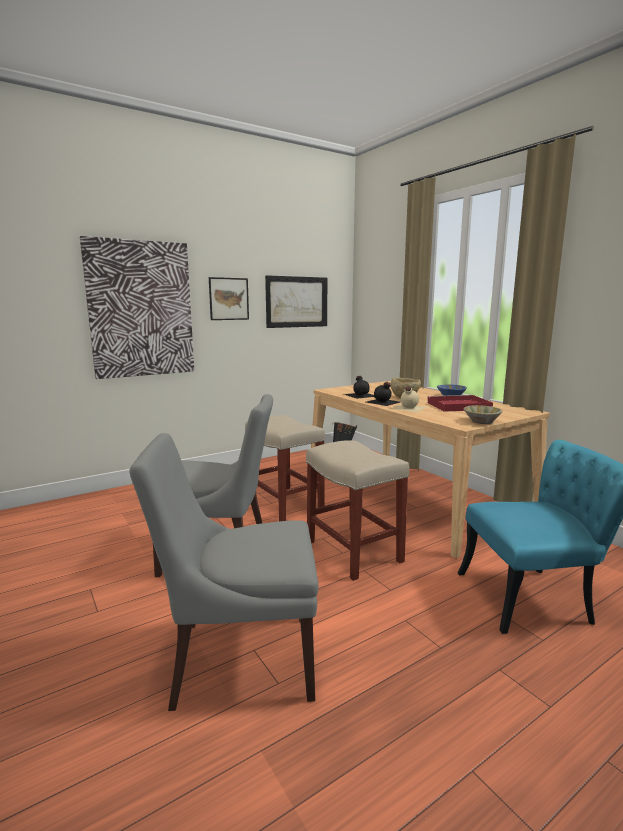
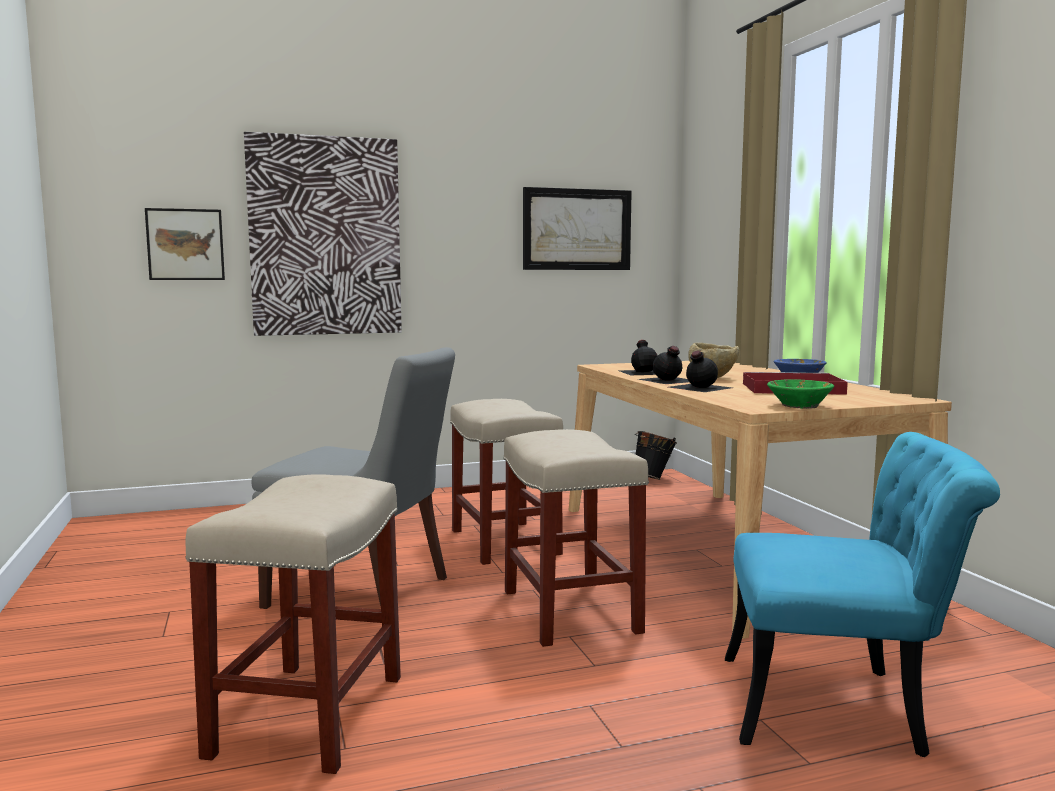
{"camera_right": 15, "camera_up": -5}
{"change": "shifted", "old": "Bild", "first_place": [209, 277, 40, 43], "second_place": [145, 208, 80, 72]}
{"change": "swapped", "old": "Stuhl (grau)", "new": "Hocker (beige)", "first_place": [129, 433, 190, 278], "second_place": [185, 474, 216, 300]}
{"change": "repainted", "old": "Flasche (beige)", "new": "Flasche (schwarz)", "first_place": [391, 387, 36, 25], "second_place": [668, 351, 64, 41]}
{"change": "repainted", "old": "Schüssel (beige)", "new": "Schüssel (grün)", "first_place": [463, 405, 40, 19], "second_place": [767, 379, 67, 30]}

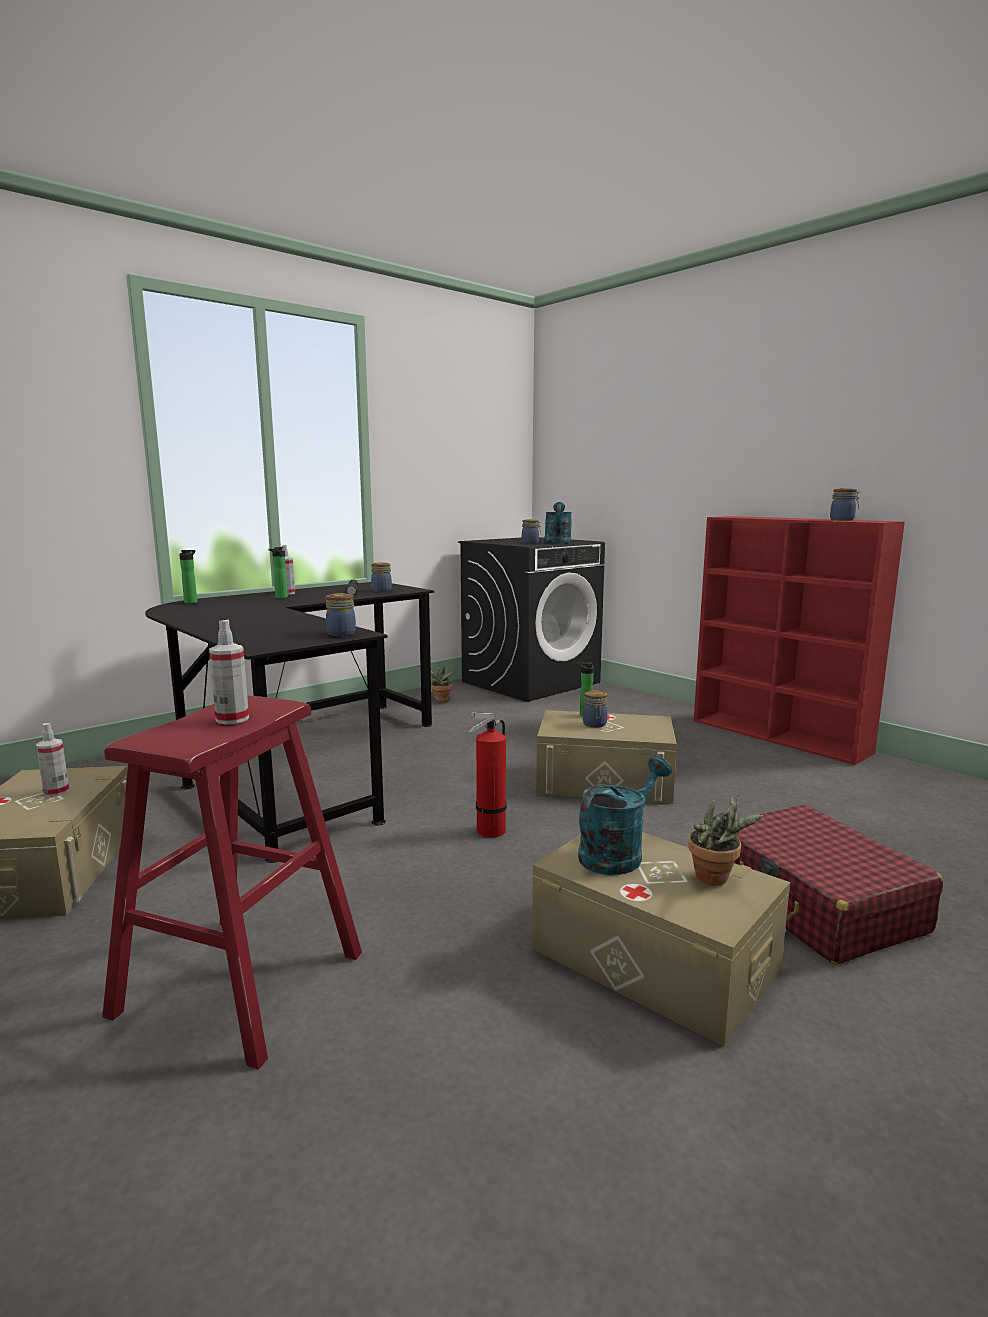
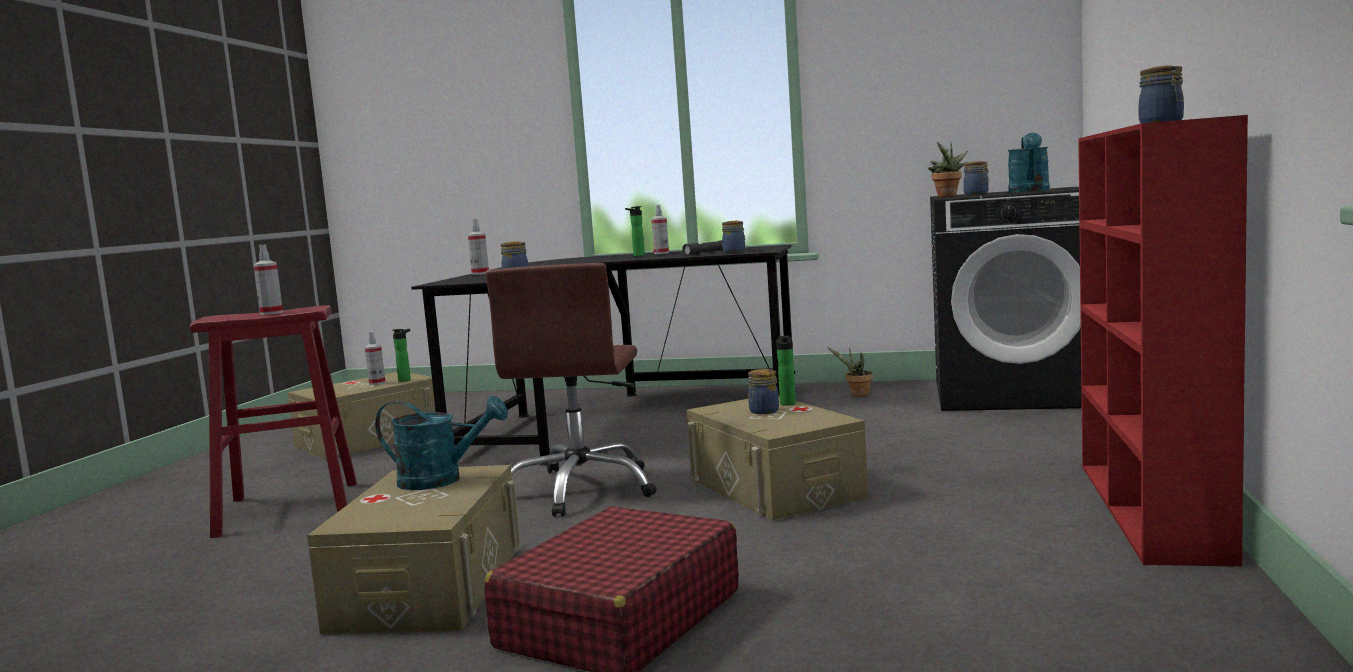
{"camera_right": 55, "camera_up": -5}
{"change": "new", "new": "Sprühflasche", "second_place": [468, 219, 21, 56]}
{"change": "shifted", "old": "Flasche", "first_place": [179, 550, 18, 54], "second_place": [392, 329, 19, 53]}
{"change": "shifted", "old": "Topfpflanze", "first_place": [688, 794, 75, 92], "second_place": [928, 142, 40, 55]}
{"change": "swapped", "old": "Feuerlöscher", "new": "Bürostuhl (braun)", "first_place": [469, 712, 38, 126], "second_place": [486, 263, 171, 254]}
{"change": "rotated", "old": "Gießkanne (türkis)", "first_place": [544, 502, 28, 42], "second_place": [1008, 133, 42, 60], "degrees": 135}

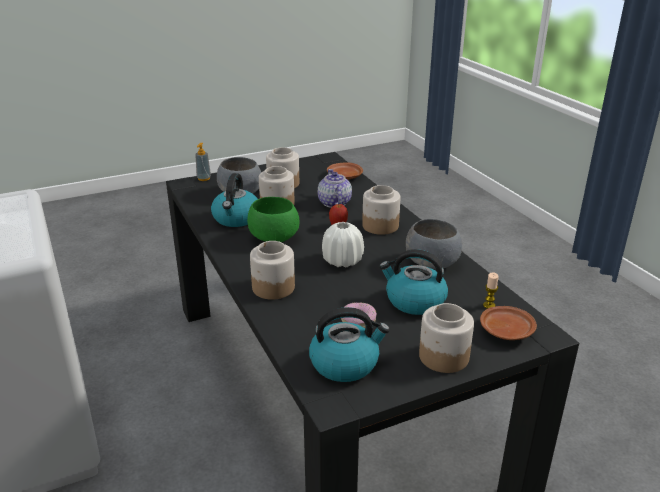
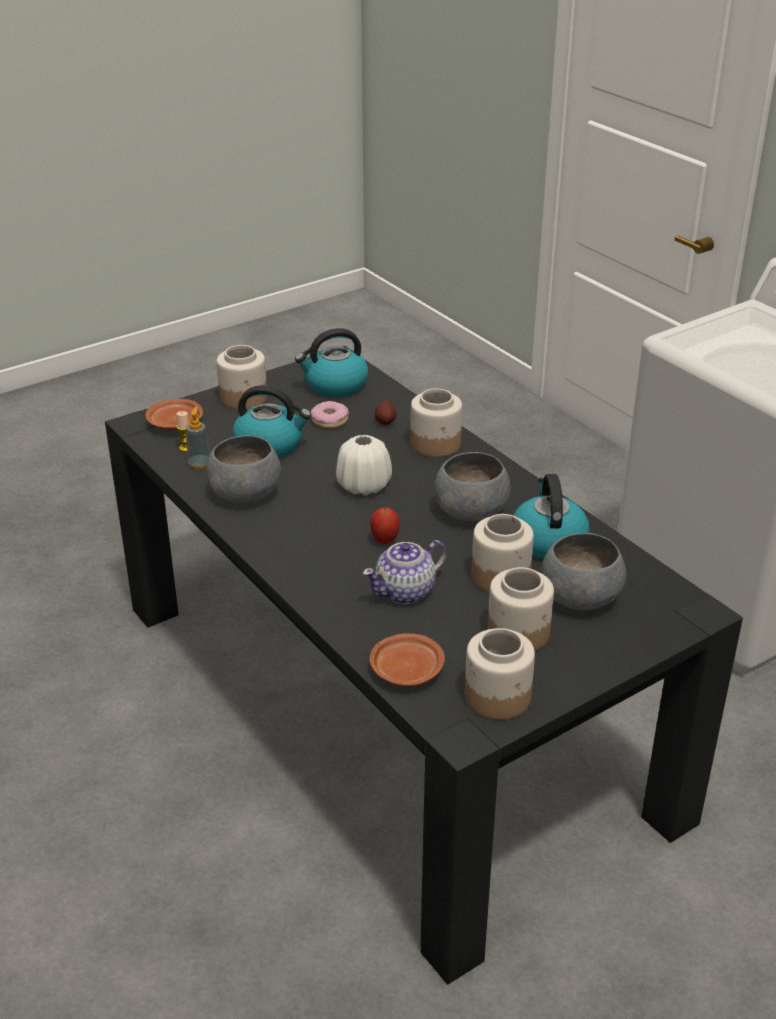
{"camera_right": 170, "camera_up": 5}
{"change": "new", "new": "Kartoffel", "second_place": [375, 400, 22, 25]}
{"change": "shifted", "old": "Seifenspender", "first_place": [195, 143, 16, 38], "second_place": [186, 406, 24, 63]}
{"change": "shifted", "old": "Vorratsglas", "first_place": [362, 185, 38, 50], "second_place": [465, 628, 70, 92]}
{"change": "repainted", "old": "Schüssel (grün)", "new": "Schüssel (grau)", "first_place": [247, 197, 52, 45], "second_place": [435, 452, 76, 70]}
{"change": "rotated", "old": "Teekanne", "first_place": [318, 169, 34, 39], "second_place": [363, 540, 84, 64], "degrees": 75}

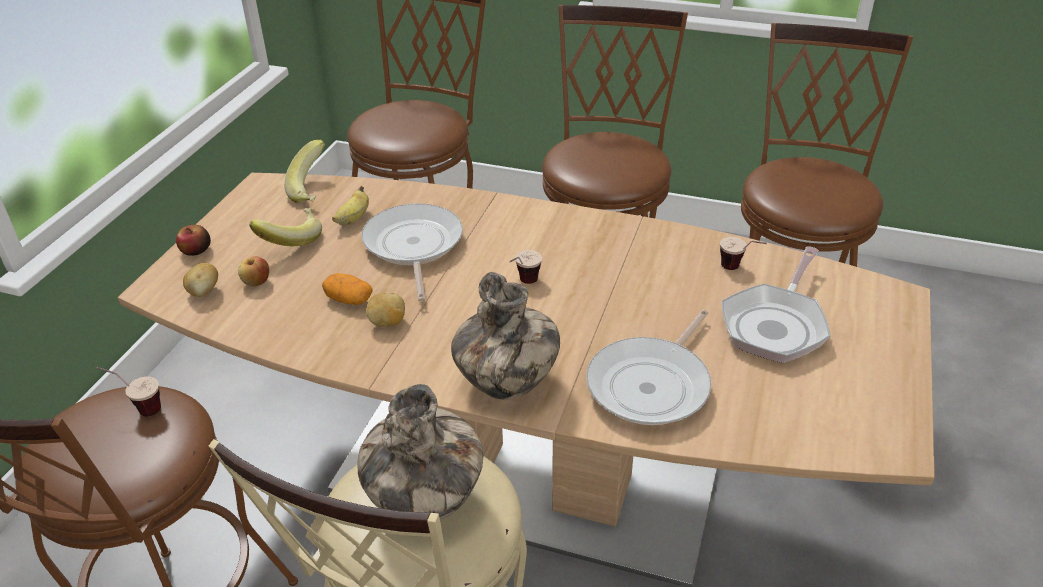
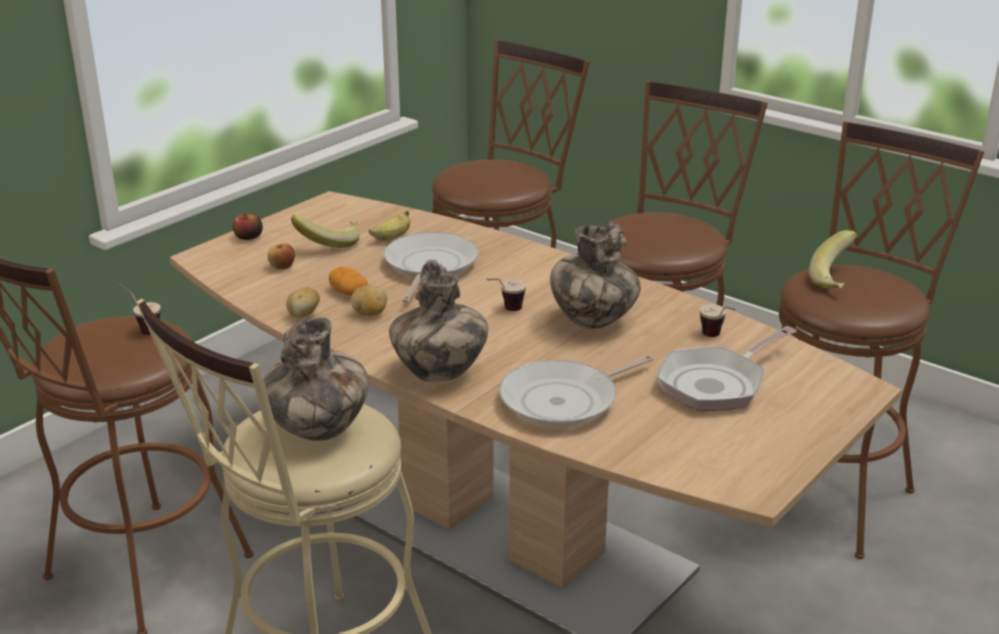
{"camera_right": 20, "camera_up": -10}
{"change": "new", "new": "Vase", "second_place": [550, 219, 91, 110]}
{"change": "shifted", "old": "Kartoffel", "first_place": [183, 263, 35, 34], "second_place": [286, 287, 34, 31]}
{"change": "shifted", "old": "Banane", "first_place": [285, 140, 40, 63], "second_place": [809, 230, 48, 59]}

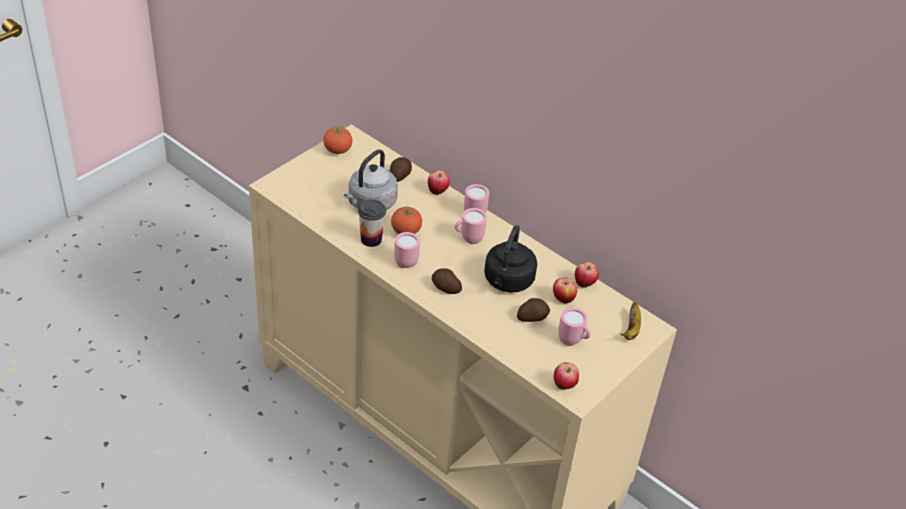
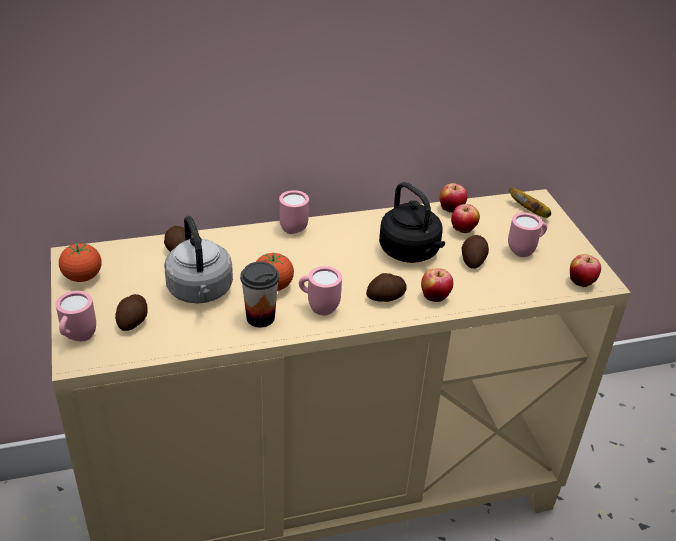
{"camera_right": -55, "camera_up": -5}
{"change": "new", "new": "Kartoffel", "second_place": [115, 294, 33, 37]}
{"change": "shifted", "old": "Apfel", "first_place": [428, 170, 22, 25], "second_place": [421, 268, 32, 34]}
{"change": "shifted", "old": "Henkelbecher (rosa)", "first_place": [455, 208, 32, 36], "second_place": [56, 291, 40, 50]}

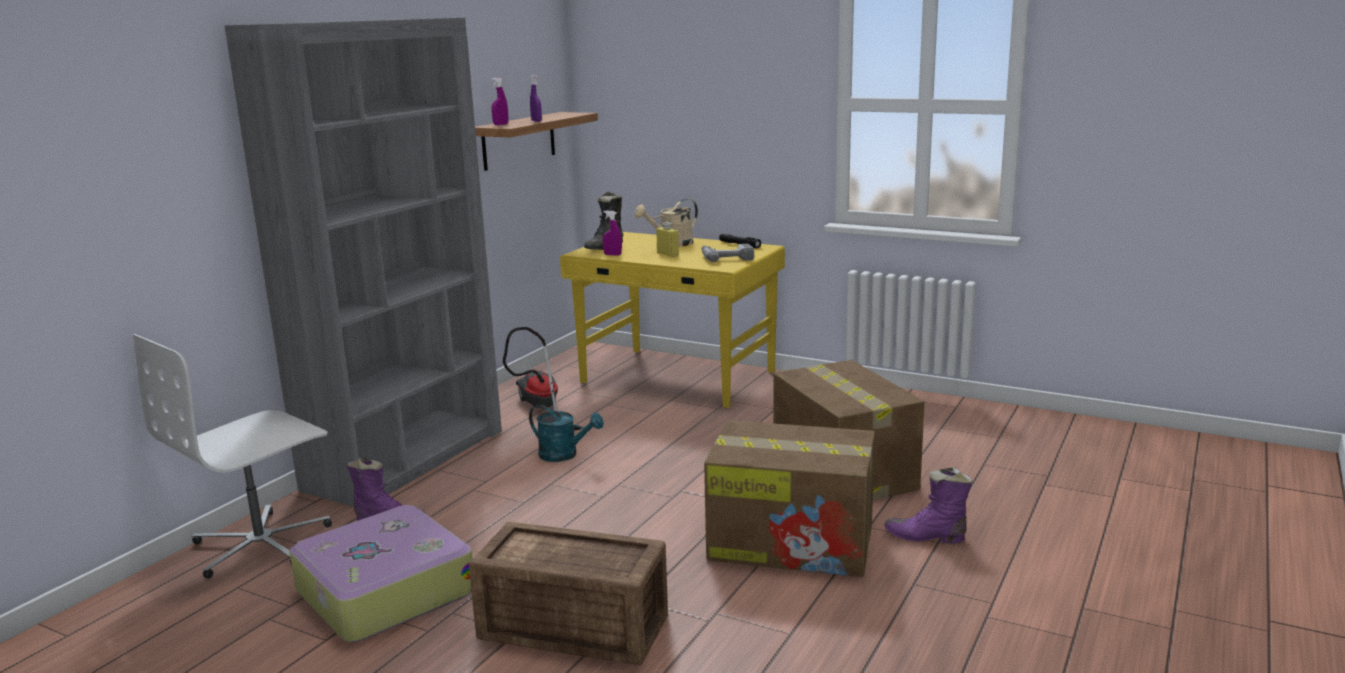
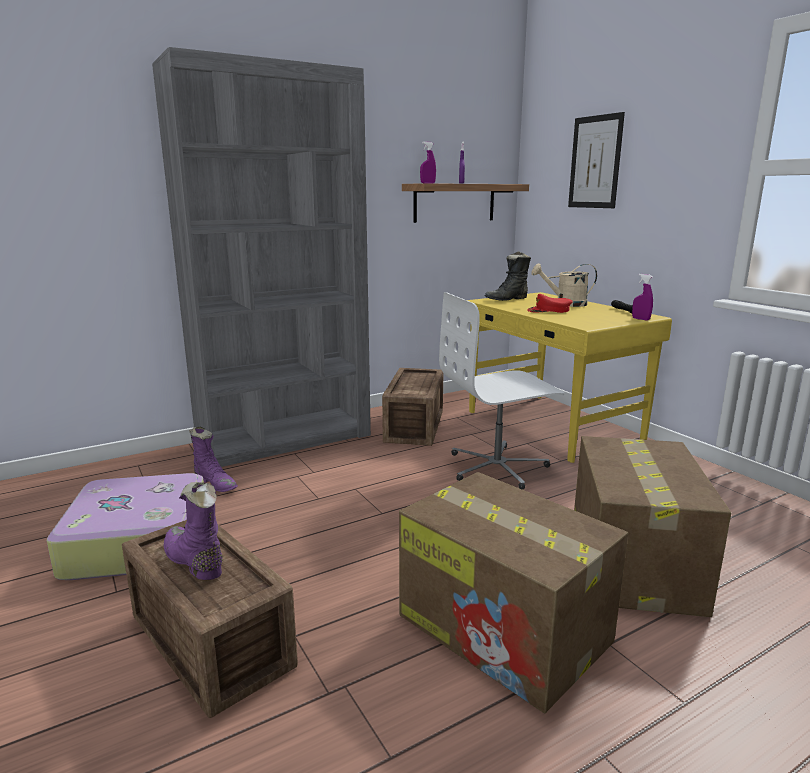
{"camera_right": 30, "camera_up": 0}
{"change": "gone", "old": "Gießkanne (türkis)", "first_place": [529, 404, 75, 58]}
{"change": "gone", "old": "Bohrmaschine", "first_place": [701, 243, 53, 19]}
{"change": "new", "new": "Bild", "second_place": [568, 112, 57, 96]}
{"change": "shifted", "old": "Bürostuhl (weiß)", "first_place": [133, 334, 199, 245], "second_place": [439, 292, 125, 198]}
{"change": "shifted", "old": "Sprühflasche (lila)", "first_place": [602, 211, 20, 45], "second_place": [632, 274, 21, 47]}
{"change": "shifted", "old": "Stiefel (lila)", "first_place": [884, 467, 88, 77], "second_place": [164, 482, 59, 98]}
{"change": "swapped", "old": "Staubsauger", "new": "Kiste", "first_place": [503, 327, 78, 104], "second_place": [382, 368, 62, 78]}
{"change": "swapped", "old": "Flasche (gelb)", "new": "Kappe (rot)", "first_place": [656, 222, 23, 35], "second_place": [527, 294, 45, 19]}

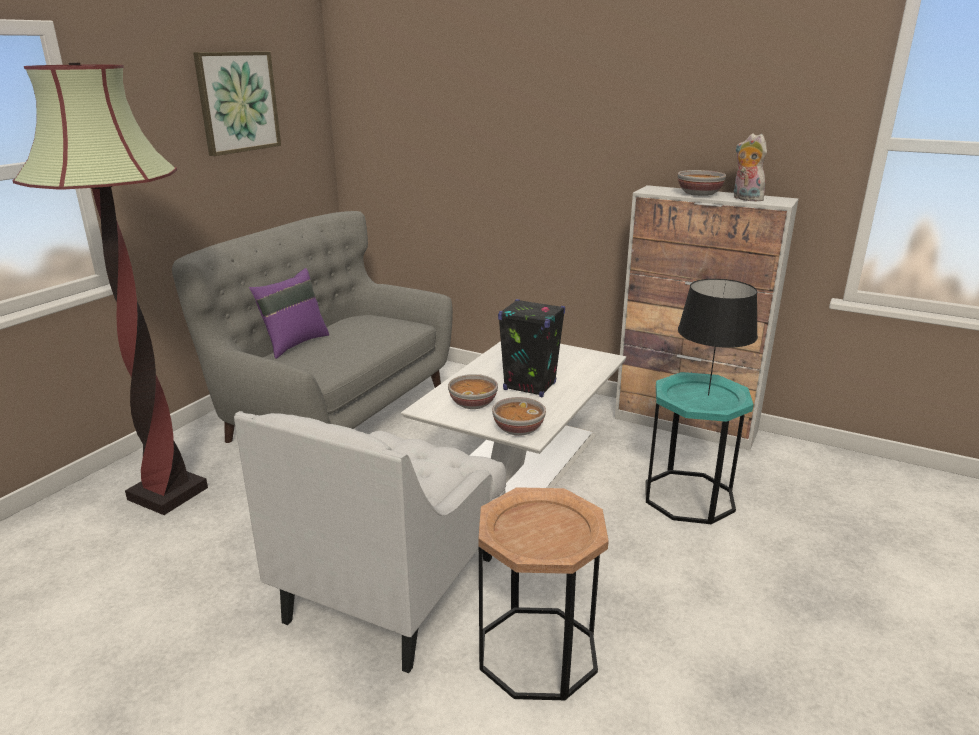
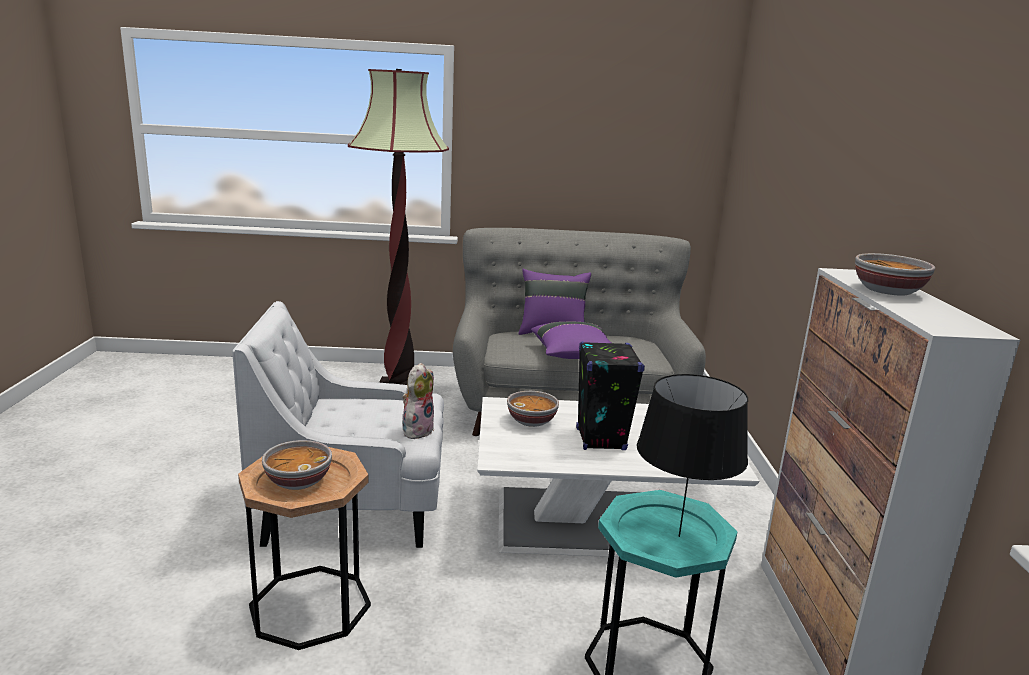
{"camera_right": 60, "camera_up": -5}
{"change": "gone", "old": "Bild", "first_place": [193, 51, 88, 105]}
{"change": "new", "new": "Kissen (lila)", "second_place": [531, 322, 80, 37]}
{"change": "shifted", "old": "Schüssel", "first_place": [492, 397, 54, 39], "second_place": [262, 440, 70, 50]}
{"change": "shifted", "old": "Plüschtier", "first_place": [734, 134, 33, 67], "second_place": [402, 363, 33, 76]}

